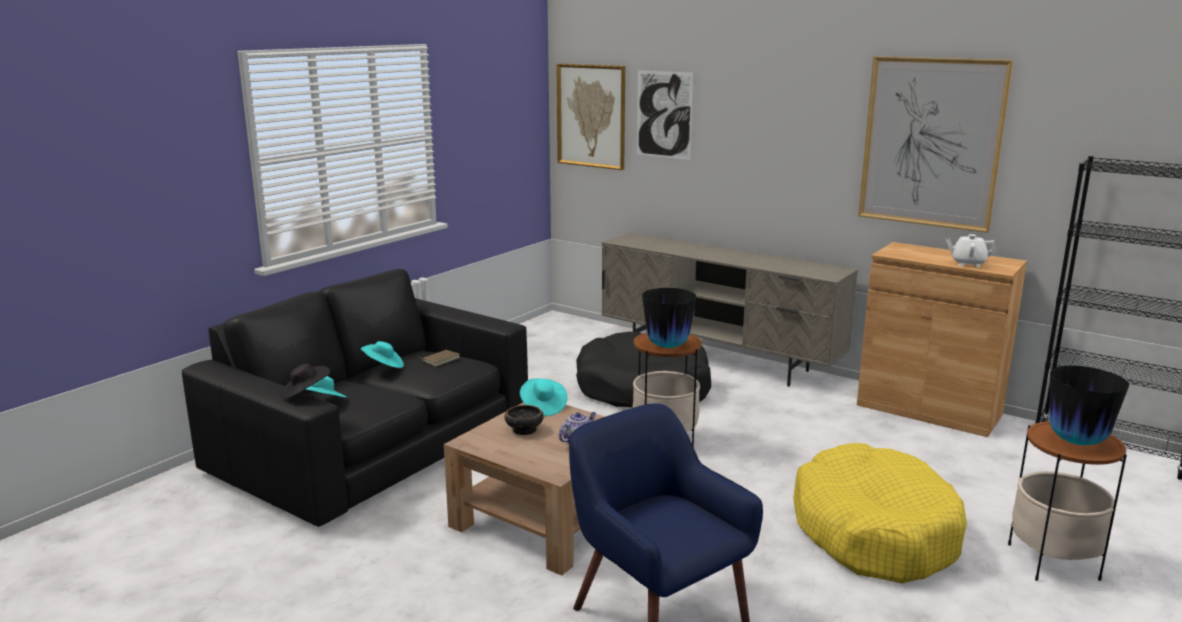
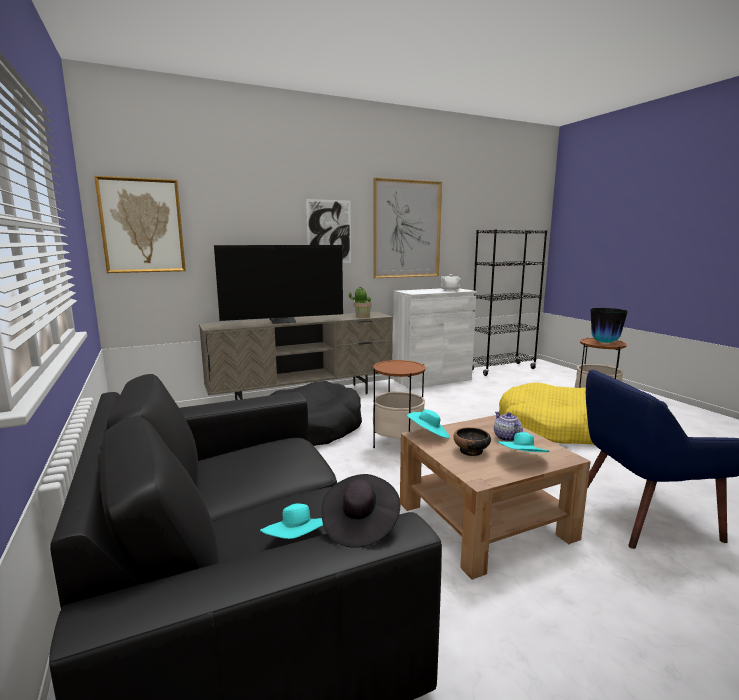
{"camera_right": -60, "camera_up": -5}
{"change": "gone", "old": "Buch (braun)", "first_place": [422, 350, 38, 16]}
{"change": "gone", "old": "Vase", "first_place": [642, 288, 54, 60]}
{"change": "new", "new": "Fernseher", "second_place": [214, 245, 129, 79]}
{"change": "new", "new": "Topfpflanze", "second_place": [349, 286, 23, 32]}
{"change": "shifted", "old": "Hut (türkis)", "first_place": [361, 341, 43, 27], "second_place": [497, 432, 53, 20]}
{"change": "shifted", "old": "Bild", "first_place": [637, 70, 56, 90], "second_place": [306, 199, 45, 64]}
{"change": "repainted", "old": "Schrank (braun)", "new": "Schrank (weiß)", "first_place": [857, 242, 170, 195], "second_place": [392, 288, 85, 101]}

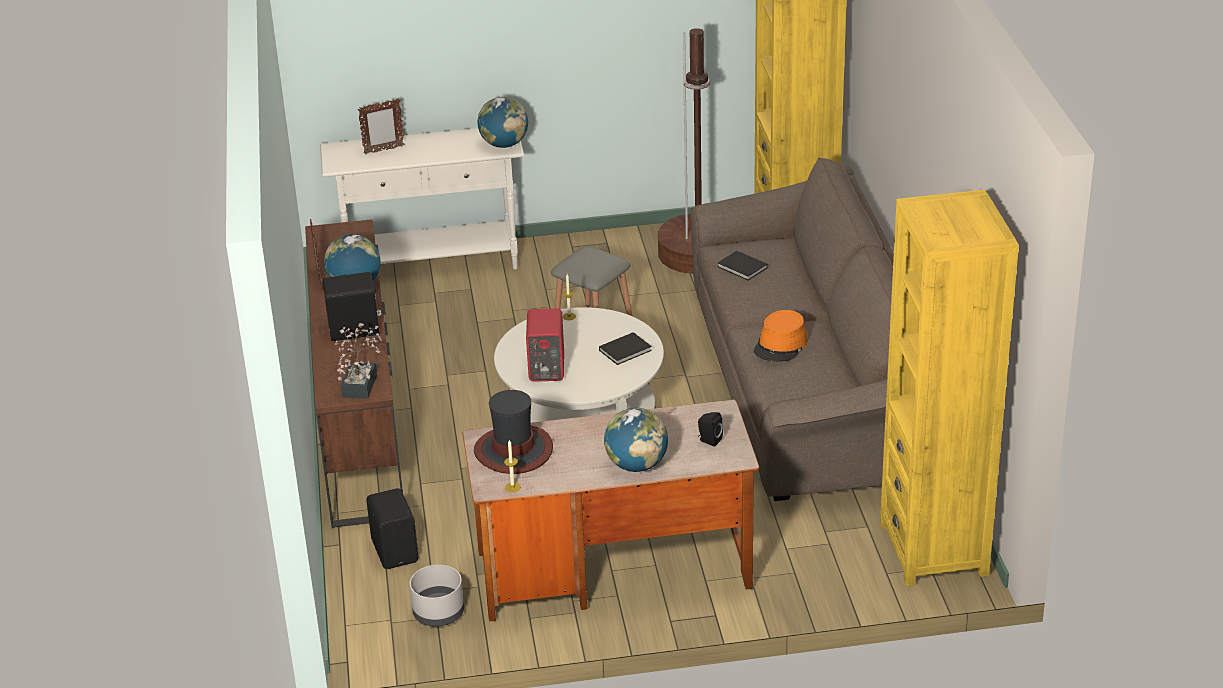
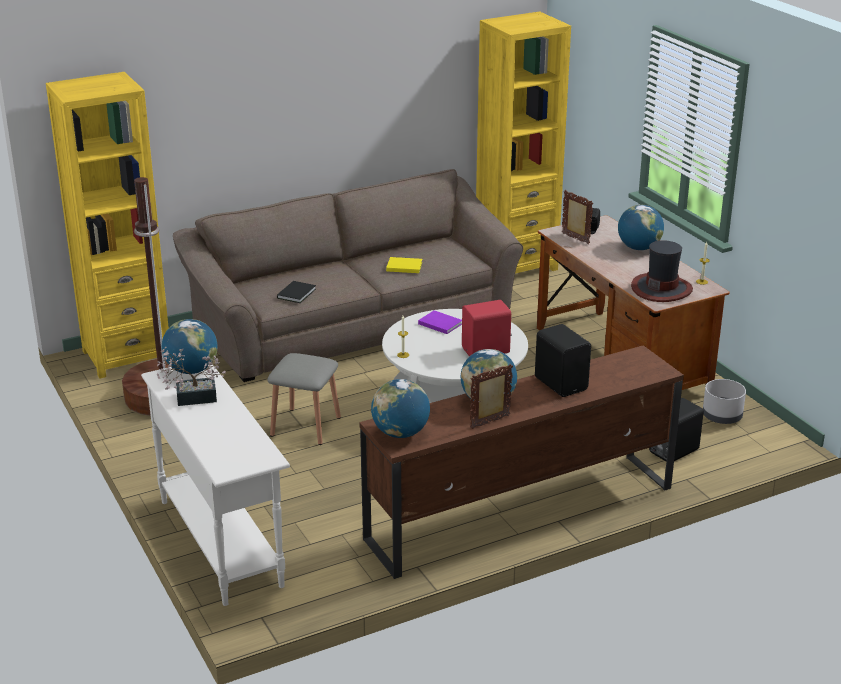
{"camera_right": -110, "camera_up": -5}
{"change": "new", "new": "Globus", "second_place": [371, 379, 59, 59]}
{"change": "shifted", "old": "Topfpflanze", "first_place": [335, 323, 47, 76], "second_place": [157, 347, 69, 59]}
{"change": "shifted", "old": "Bilderrahmen", "first_place": [358, 99, 46, 55], "second_place": [562, 190, 31, 54]}
{"change": "swapped", "old": "Hut (orange)", "new": "Buch (gelb)", "first_place": [754, 310, 53, 52], "second_place": [386, 257, 36, 16]}
{"change": "repainted", "old": "Buch (schwarz)", "new": "Buch (lila)", "first_place": [599, 332, 53, 33], "second_place": [418, 310, 44, 24]}

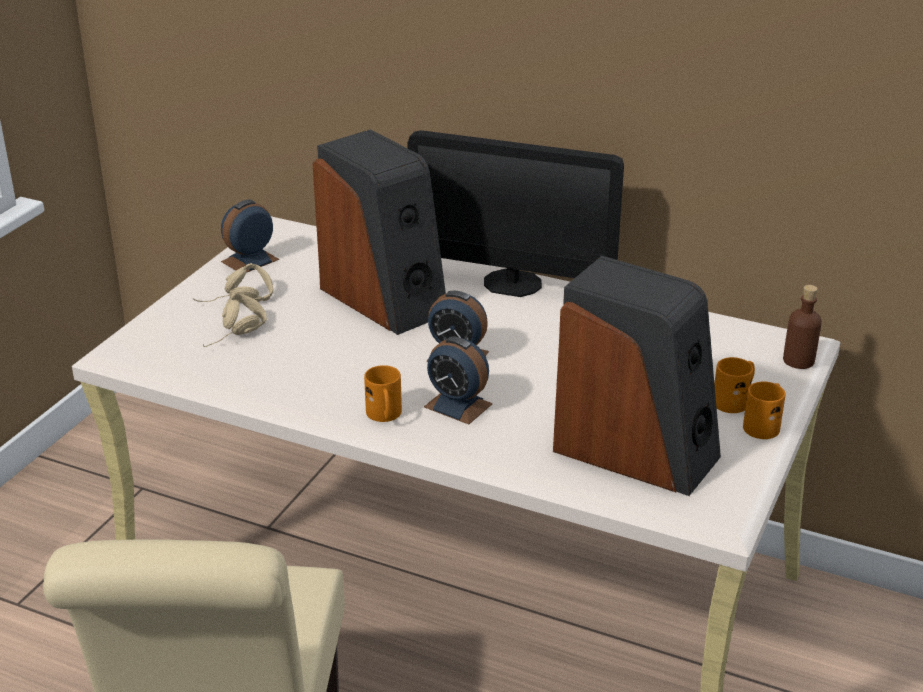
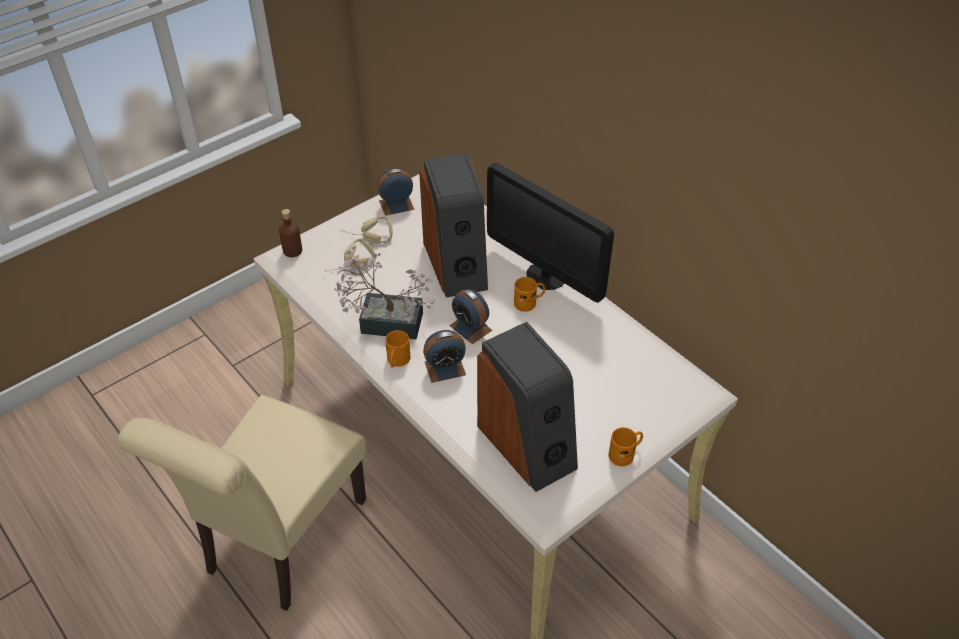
{"camera_right": 25, "camera_up": 15}
{"change": "new", "new": "Topfpflanze", "second_place": [334, 247, 101, 92]}
{"change": "shifted", "old": "Henkelbecher (orange)", "first_place": [714, 357, 41, 56], "second_place": [514, 277, 31, 35]}
{"change": "shifted", "old": "Flasche (braun)", "first_place": [783, 285, 39, 84], "second_place": [279, 209, 23, 48]}
{"change": "rotated", "old": "Wecker", "first_place": [424, 336, 69, 89], "second_place": [423, 330, 43, 53], "degrees": -75}

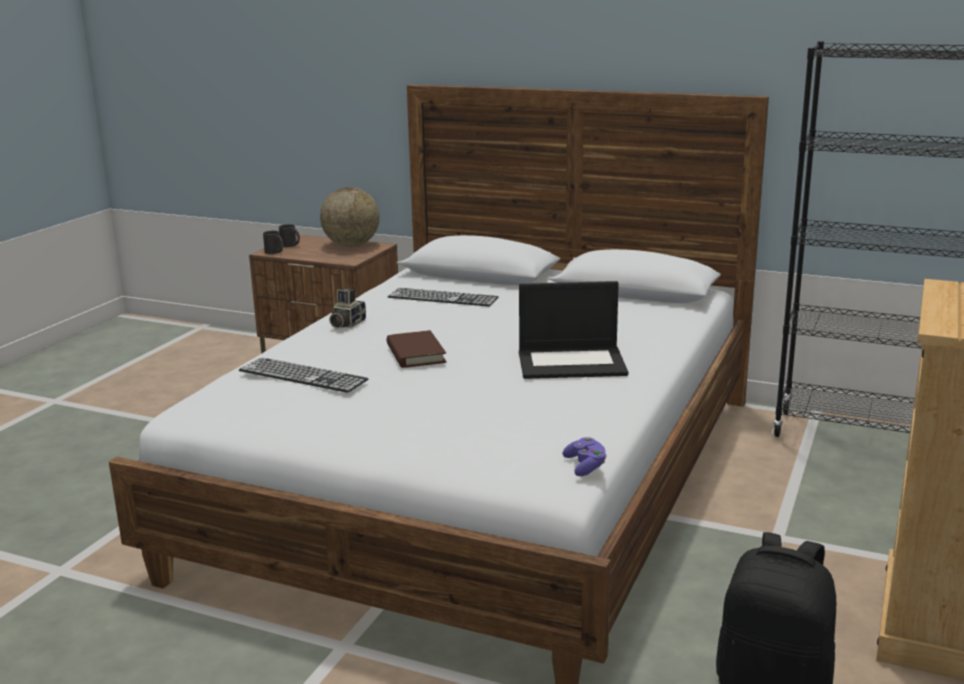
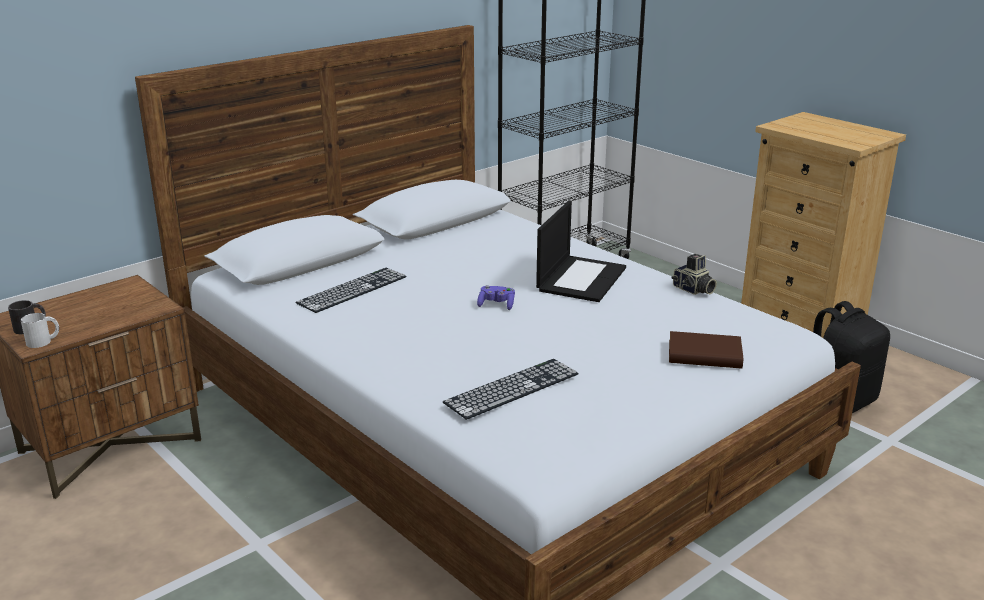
{"camera_right": -65, "camera_up": 5}
{"change": "gone", "old": "Globus", "first_place": [320, 187, 60, 60]}
{"change": "shifted", "old": "Kamera", "first_place": [329, 288, 37, 40], "second_place": [671, 254, 46, 41]}
{"change": "shifted", "old": "Buch (braun)", "first_place": [387, 330, 59, 38], "second_place": [669, 331, 74, 37]}
{"change": "shifted", "old": "Gamepad (lila)", "first_place": [563, 437, 44, 39], "second_place": [477, 285, 38, 25]}
{"change": "repainted", "old": "Henkelbecher (schwarz)", "new": "Henkelbecher (weiß)", "first_place": [263, 231, 21, 23], "second_place": [21, 313, 38, 35]}

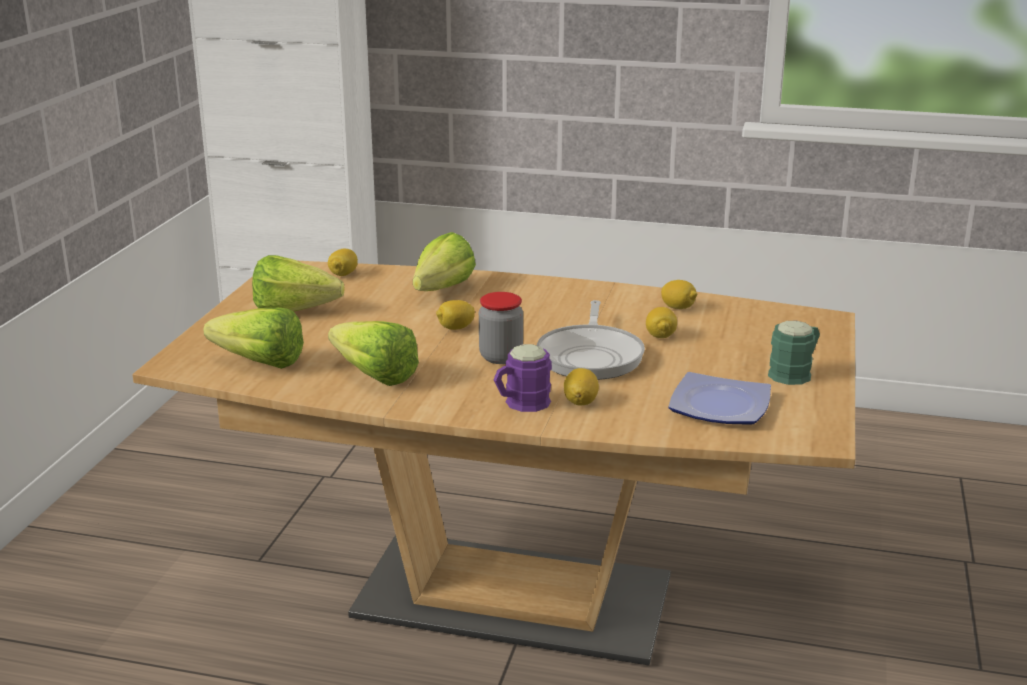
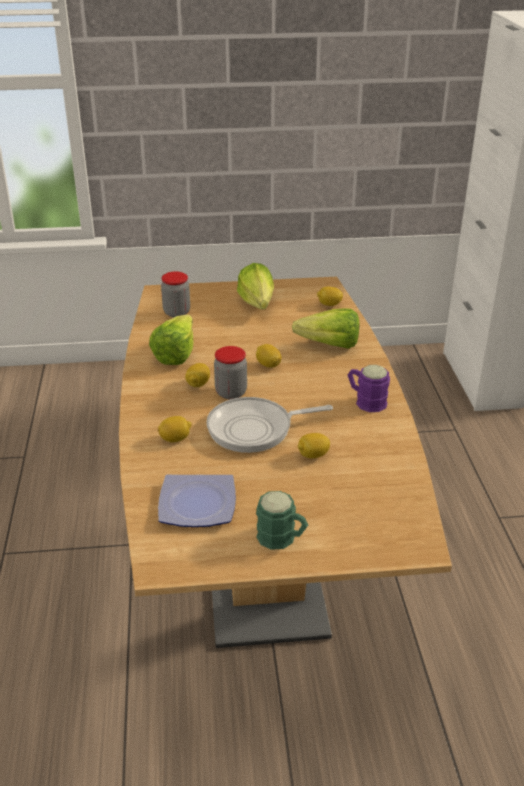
{"camera_right": 70, "camera_up": 10}
{"change": "shifted", "old": "Henkelbecher (lila)", "first_place": [494, 344, 58, 68], "second_place": [348, 365, 42, 47]}
{"change": "shifted", "old": "Zitrone", "first_place": [661, 280, 37, 29], "second_place": [185, 363, 25, 24]}
{"change": "swapped", "old": "Salatkopf", "new": "Vorratsglas", "first_place": [203, 308, 101, 61], "second_place": [161, 271, 29, 46]}

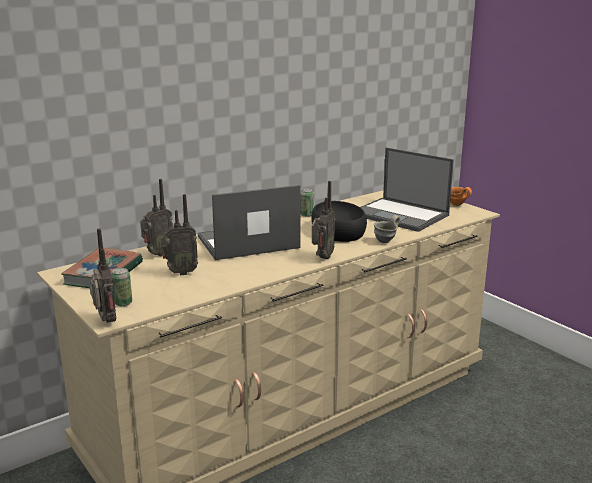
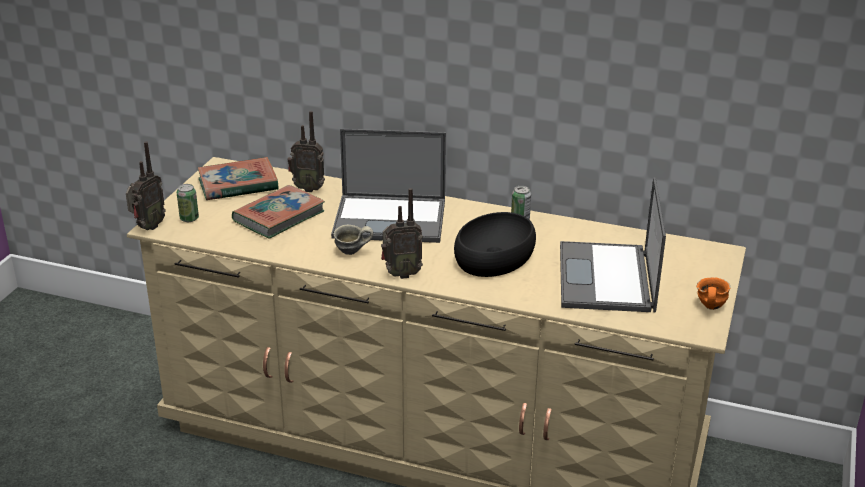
{"camera_right": 55, "camera_up": 10}
{"change": "shifted", "old": "Henkelbecher (grau)", "first_place": [374, 215, 26, 28], "second_place": [334, 225, 40, 30]}
{"change": "swapped", "old": "Radio", "new": "Buch", "first_place": [162, 194, 36, 81], "second_place": [232, 185, 93, 54]}
{"change": "rotated", "old": "Laptop", "first_place": [198, 185, 103, 75], "second_place": [331, 129, 115, 114], "degrees": 150}

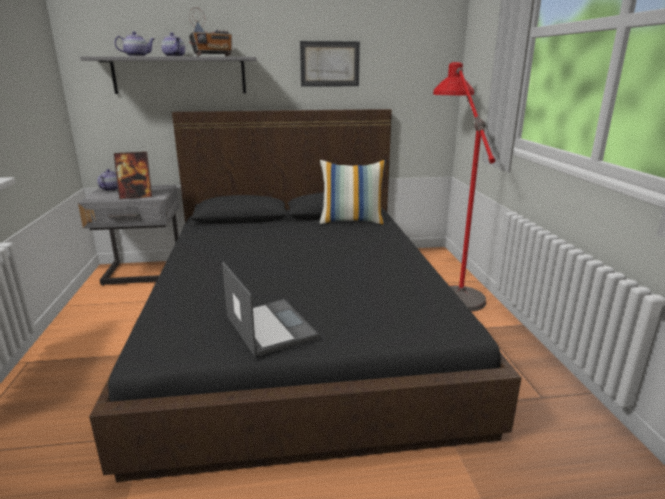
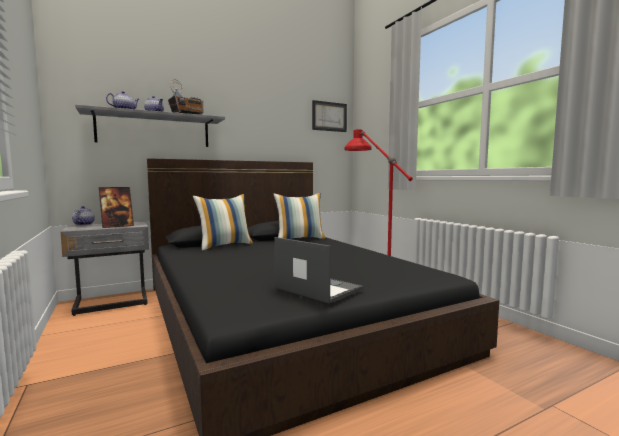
{"camera_right": -20, "camera_up": -15}
{"change": "new", "new": "Kissen", "second_place": [193, 194, 60, 57]}
{"change": "shifted", "old": "Bild", "first_place": [300, 41, 60, 46], "second_place": [312, 100, 35, 32]}

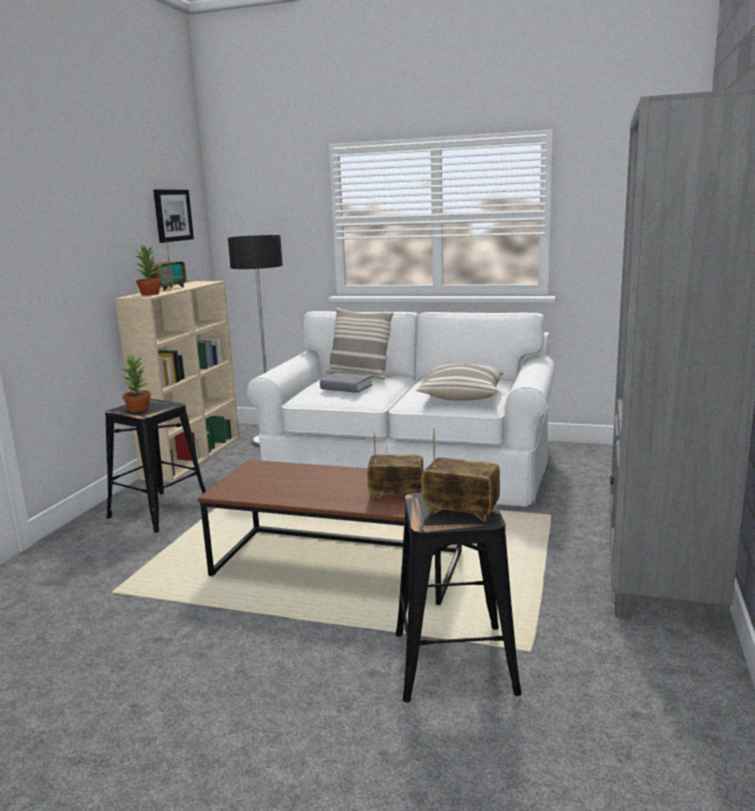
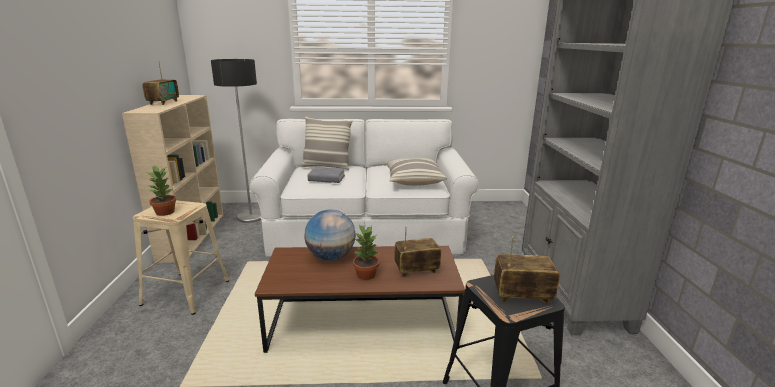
{"camera_right": -20, "camera_up": 5}
{"change": "gone", "old": "Bild", "first_place": [153, 189, 41, 54]}
{"change": "new", "new": "Globus", "second_place": [304, 210, 52, 51]}
{"change": "shifted", "old": "Topfpflanze", "first_place": [135, 245, 26, 50], "second_place": [353, 225, 26, 55]}
{"change": "repainted", "old": "Hocker (schwarz)", "new": "Hocker (beige)", "first_place": [105, 399, 101, 134], "second_place": [133, 200, 96, 115]}

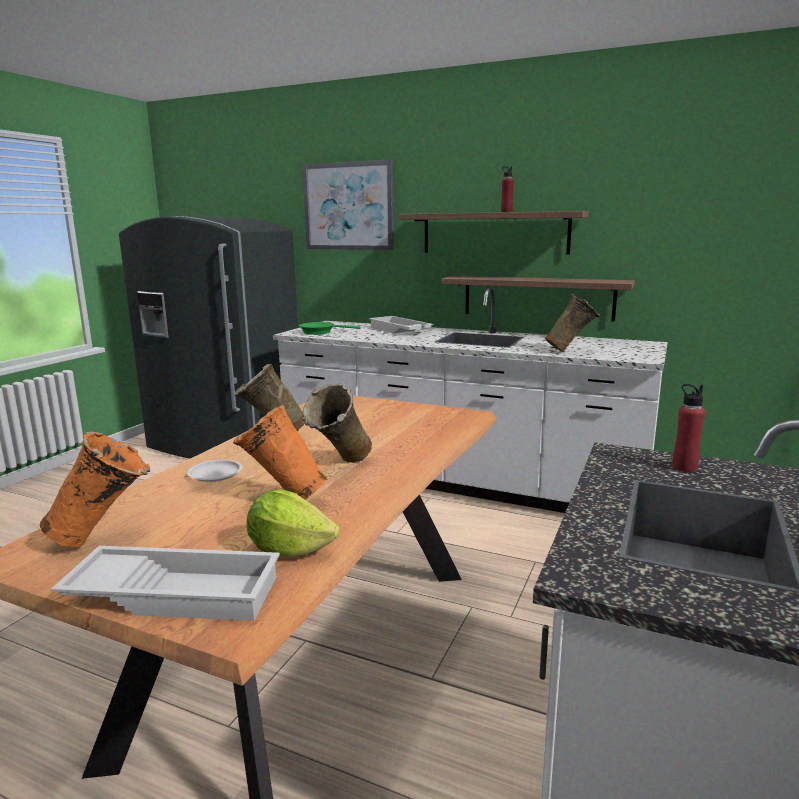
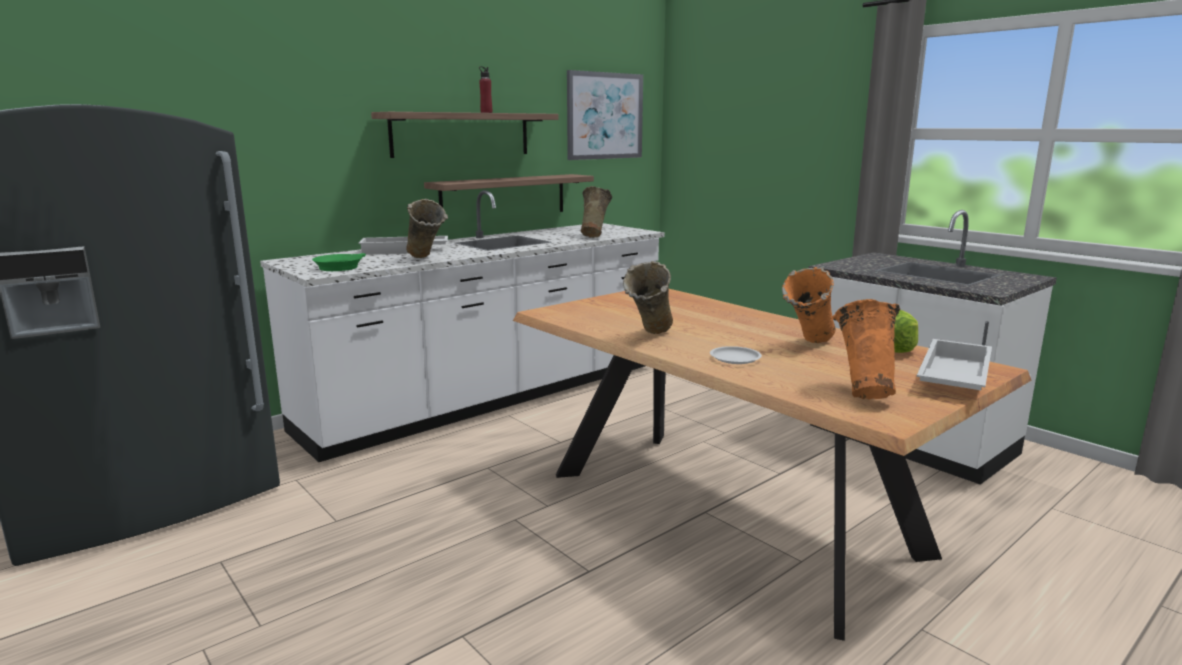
{"camera_right": -65, "camera_up": 0}
{"change": "gone", "old": "Flasche (rot)", "first_place": [672, 384, 33, 88]}
{"change": "shifted", "old": "Bild", "first_place": [302, 159, 92, 91], "second_place": [567, 70, 76, 90]}
{"change": "shifted", "old": "Vase (beige)", "first_place": [302, 383, 70, 80], "second_place": [406, 199, 42, 59]}

